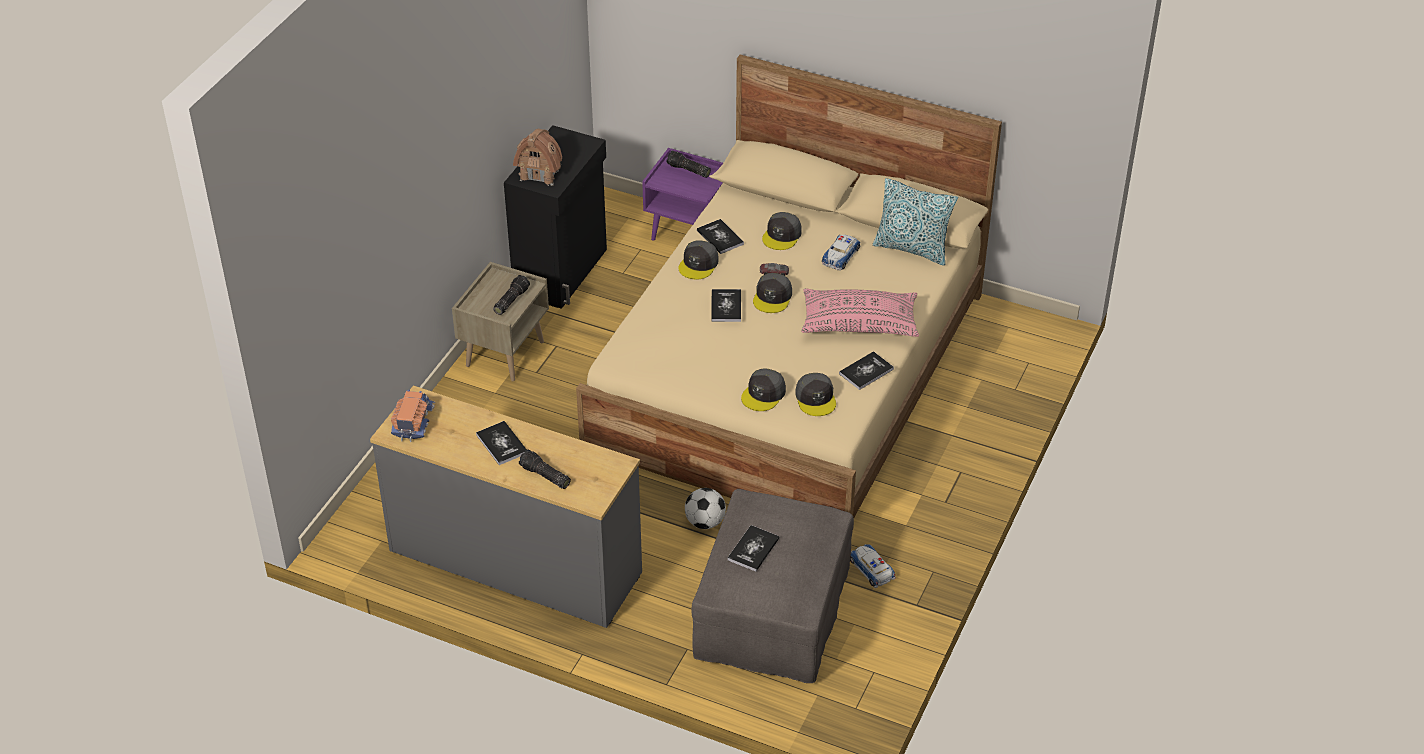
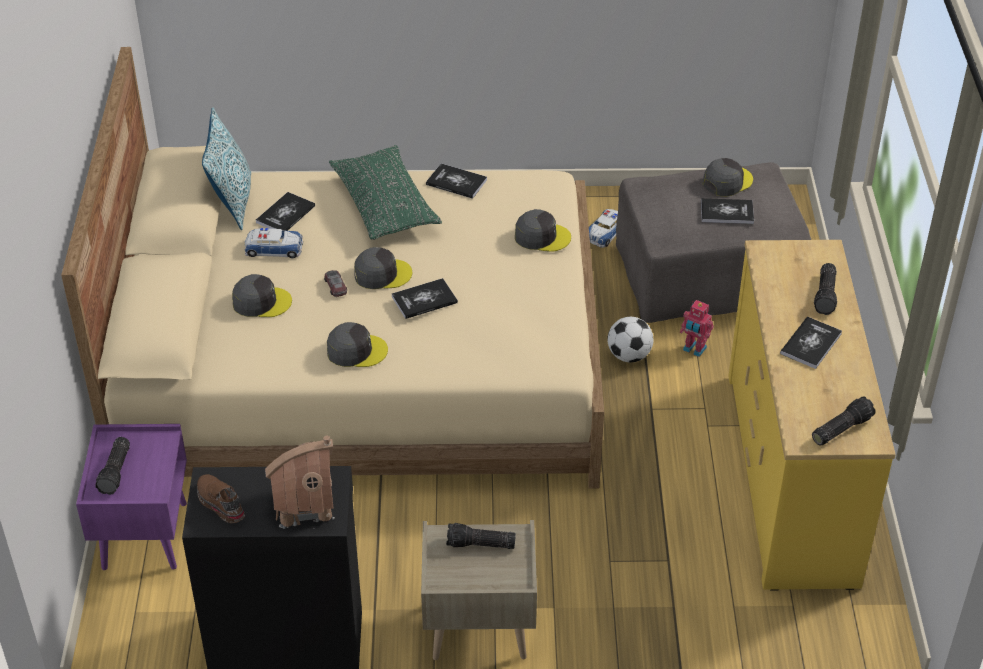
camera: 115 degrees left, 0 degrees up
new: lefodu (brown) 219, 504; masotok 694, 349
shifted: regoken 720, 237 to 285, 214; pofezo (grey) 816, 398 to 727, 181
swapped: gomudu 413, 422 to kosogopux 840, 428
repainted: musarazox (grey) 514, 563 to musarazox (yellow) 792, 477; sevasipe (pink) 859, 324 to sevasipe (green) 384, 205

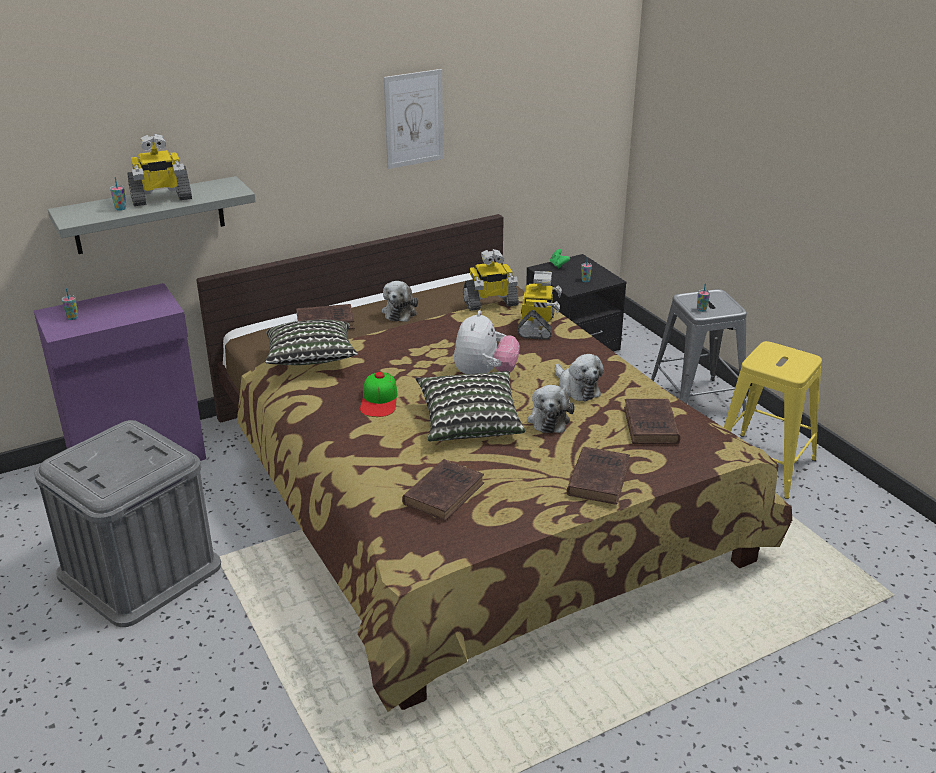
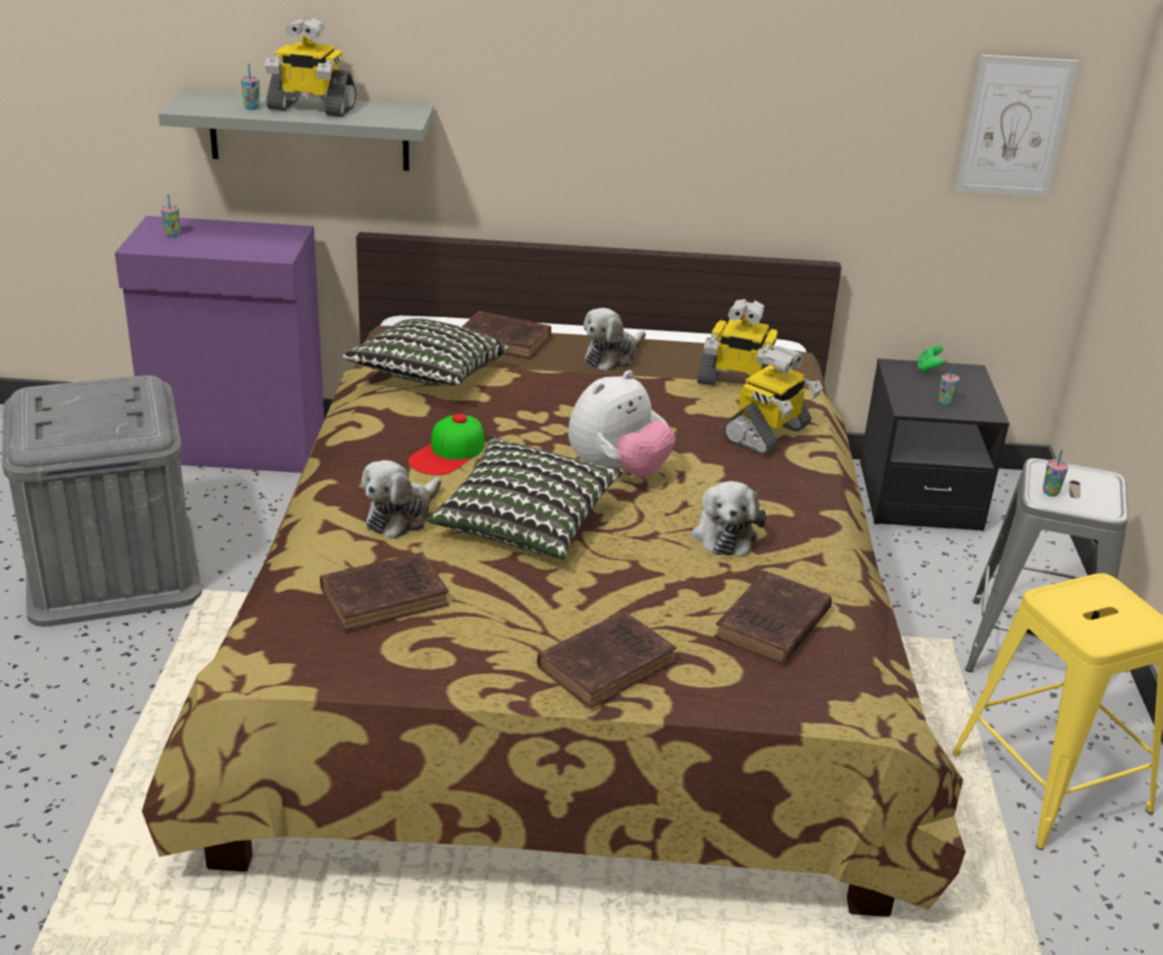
camera: 30 degrees right, 0 degrees up
shifted: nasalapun 414, 119 to 1014, 127; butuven 548, 419 to 401, 516

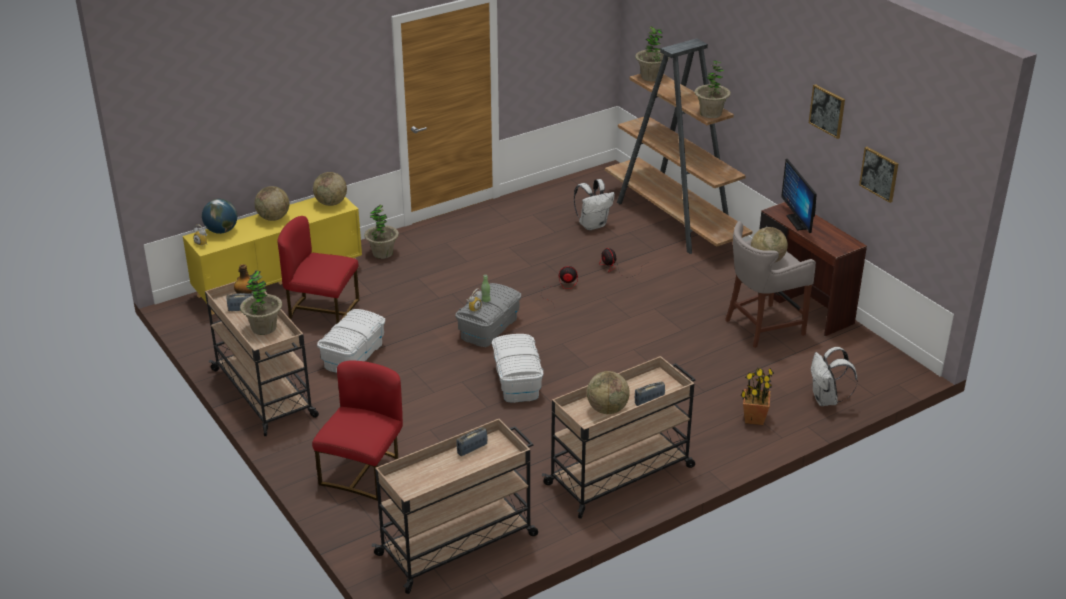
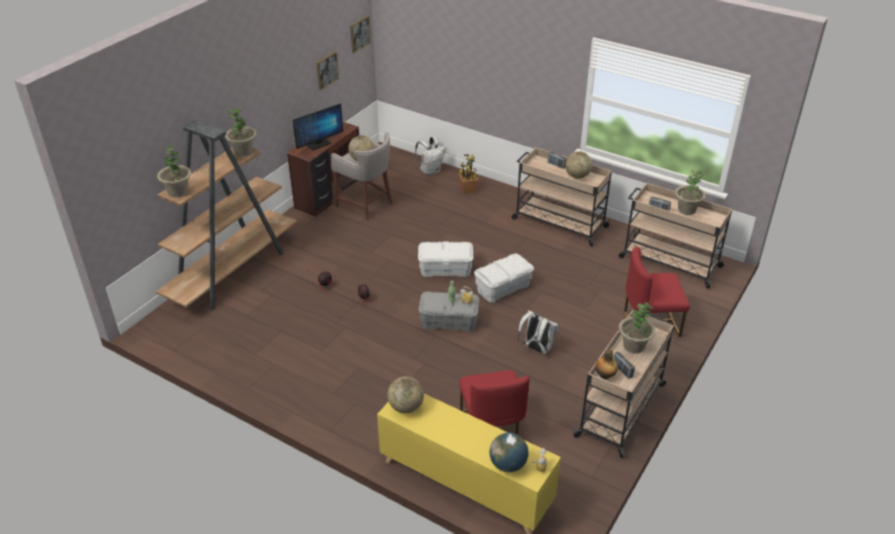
camera: 115 degrees left, 5 degrees up
gone: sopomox 273, 218
shifted: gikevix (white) 354, 355 to 445, 268; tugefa 382, 253 to 686, 210; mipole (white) 593, 225 to 536, 348; nasalapun 827, 111 to 359, 34

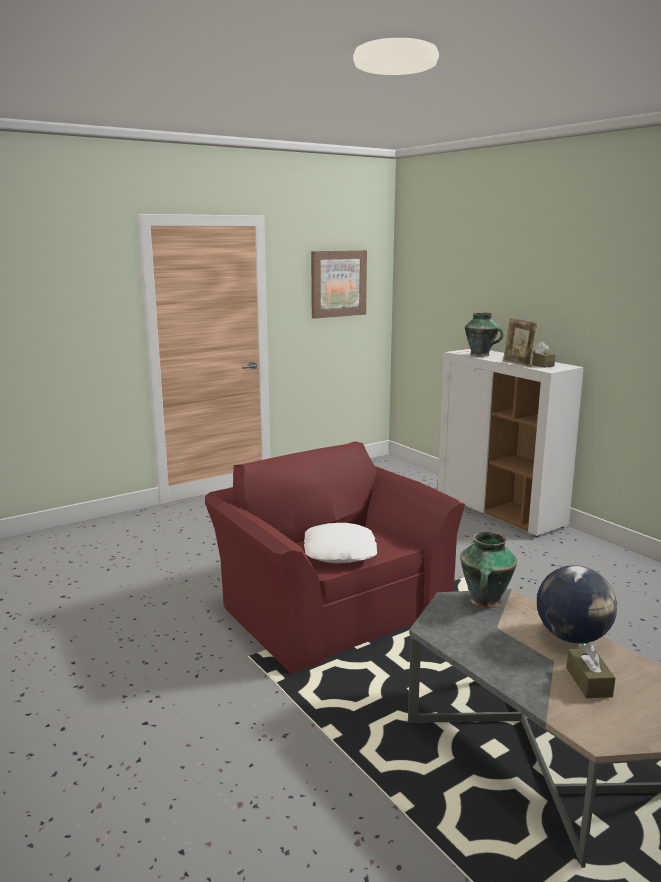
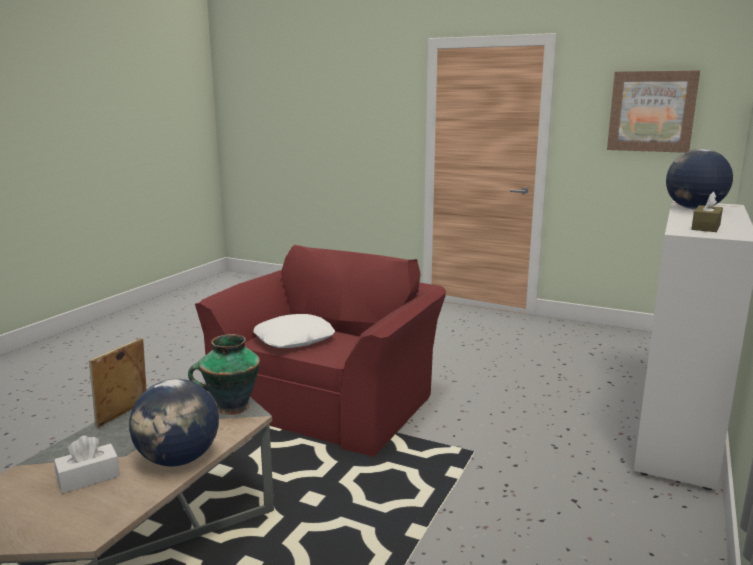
camera: 60 degrees right, 0 degrees up
shifted: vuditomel 518, 364 to 123, 415
swapped: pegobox 481, 355 to sopomox 694, 209
repainted: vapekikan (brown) 588, 682 to vapekikan (white) 88, 478

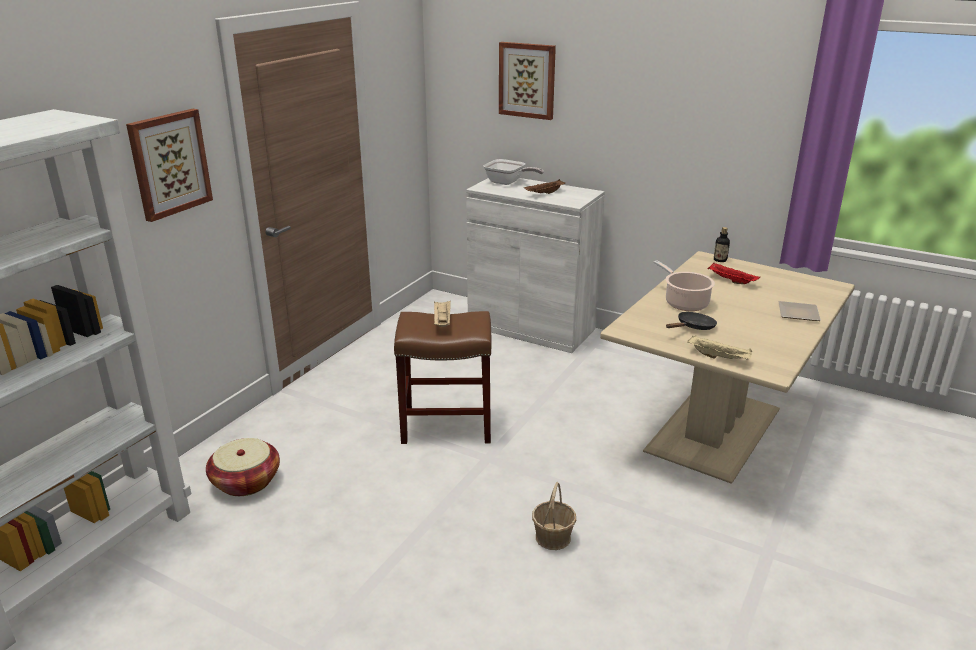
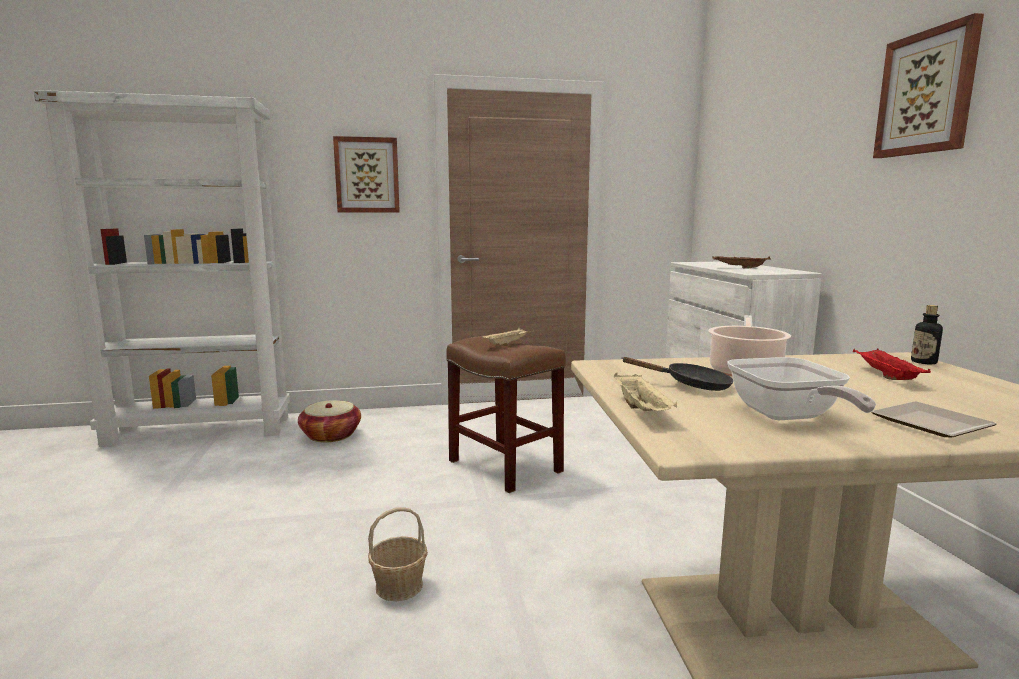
camera: 50 degrees right, 15 degrees down
shifted: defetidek 508, 183 to 787, 417; nasalapun 527, 80 to 927, 93

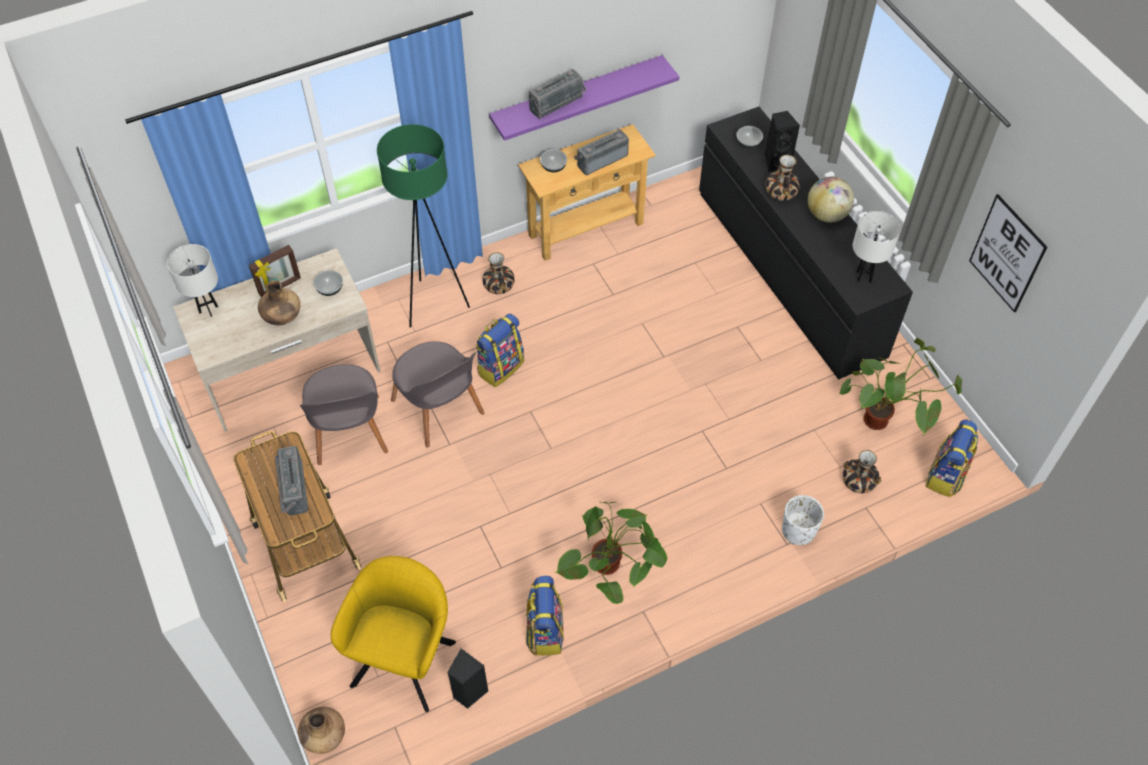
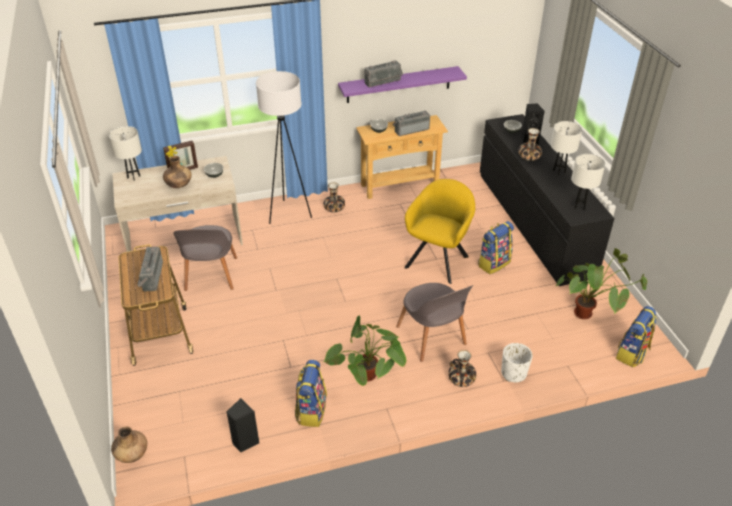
camera: 10 degrees right, 15 degrees down
gone: nasalapun 1007, 254
shifted: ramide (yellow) 406, 658 to 438, 259; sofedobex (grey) 439, 410 to 432, 338; mipole 500, 367 to 493, 263; pegobox 859, 481 to 462, 379
swapped: sopomox 827, 214 to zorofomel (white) 559, 171
repainted: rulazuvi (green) 434, 305 to rulazuvi (white) 288, 214

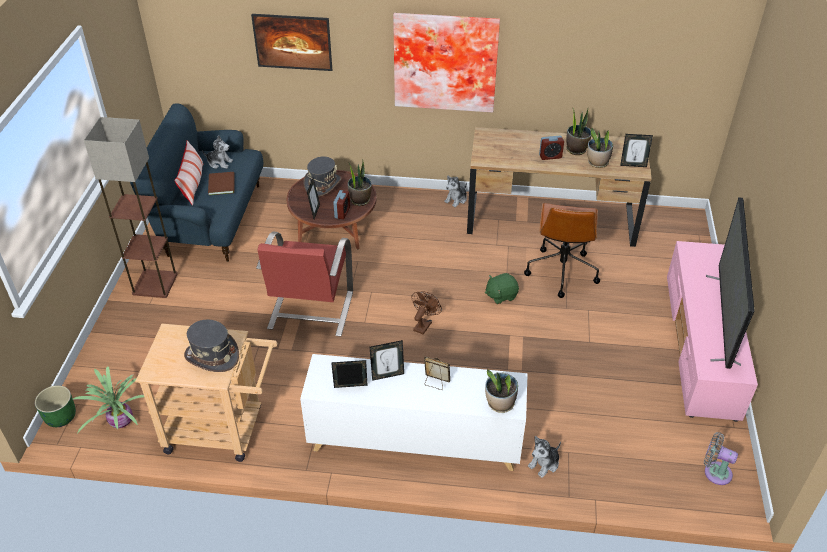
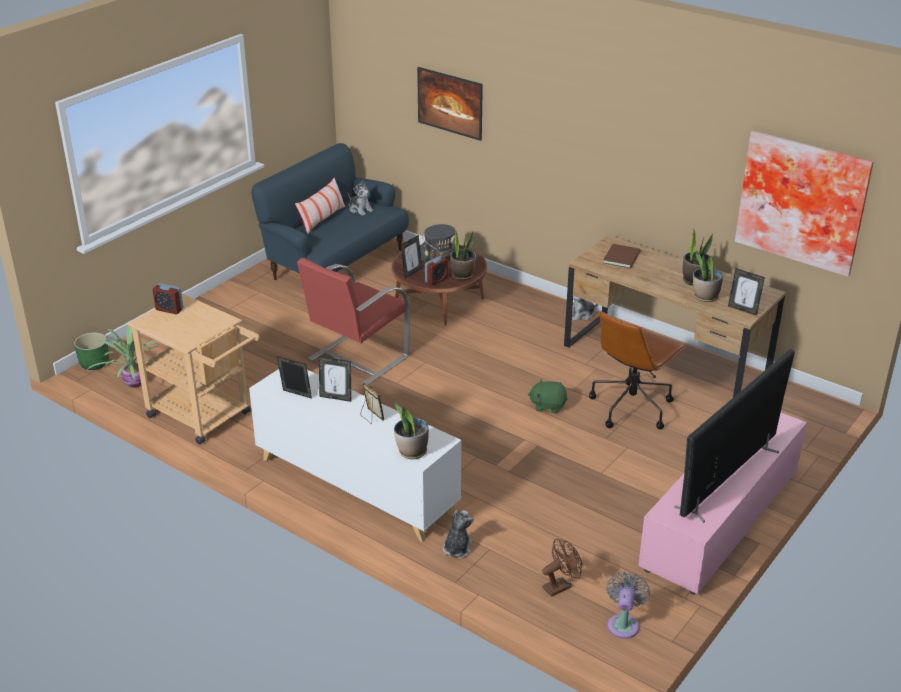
camera: 30 degrees right, 10 degrees down
gone: rulazuvi 154, 283; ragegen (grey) 212, 356
shifted: regoken (brown) 222, 183 to 623, 257; nasalapun 445, 61 to 803, 201; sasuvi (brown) 424, 324 to 560, 586; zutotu 550, 156 to 169, 309
rotated: butuven 544, 464 = 457, 548 120 degrees clockwise; sasuvi (grey) 715, 472 = 624, 623 45 degrees clockwise

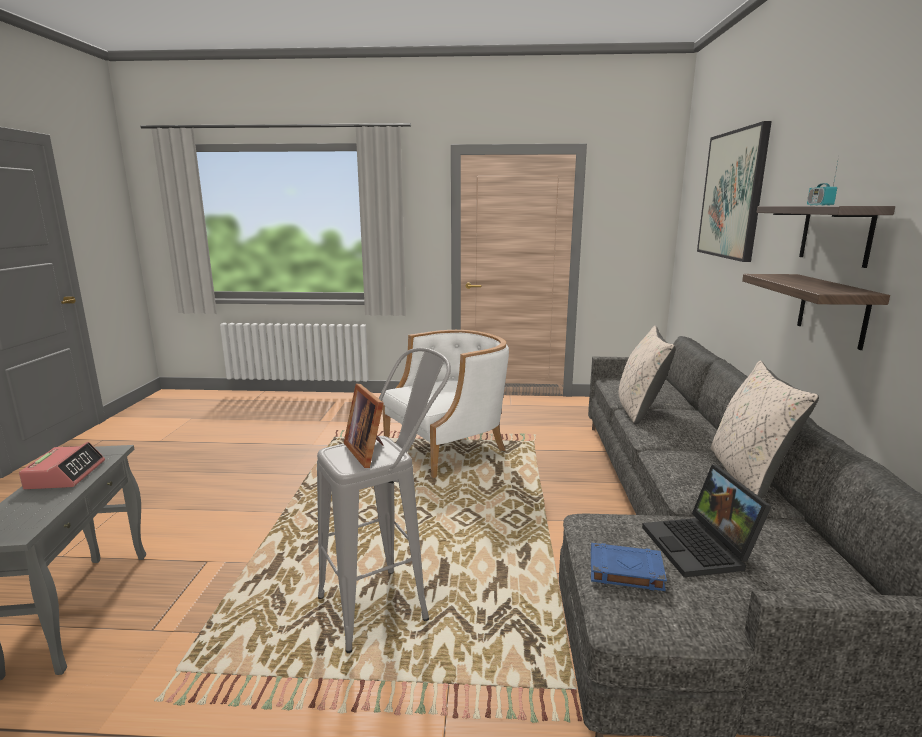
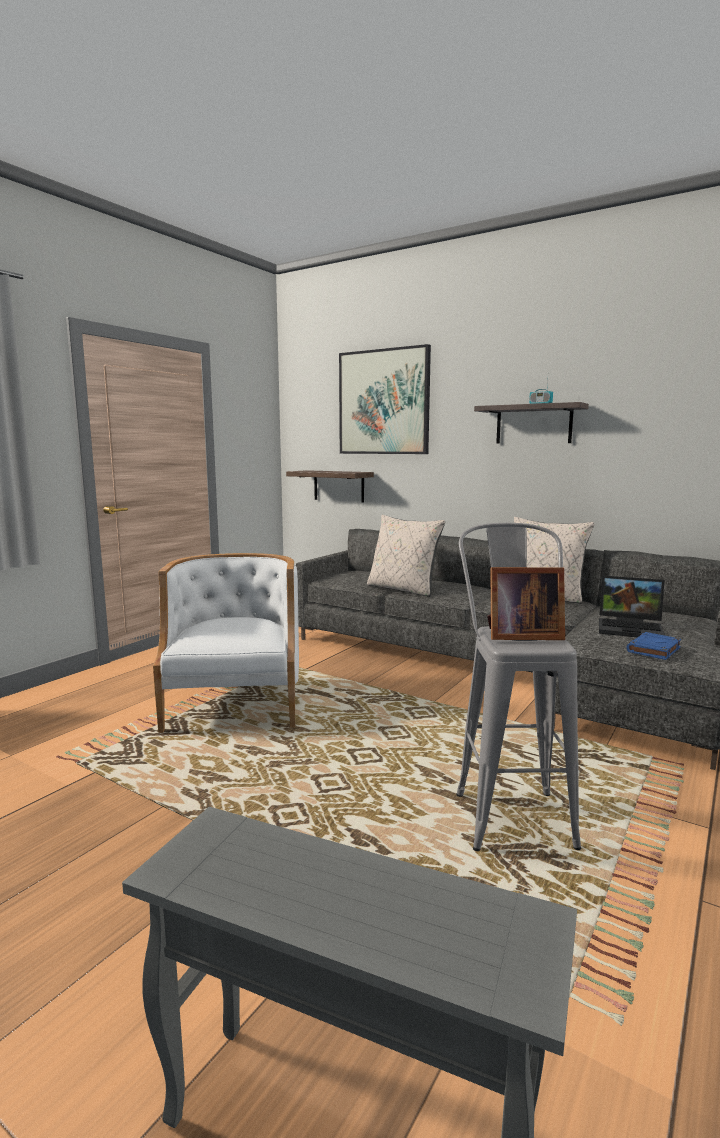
camera: 60 degrees left, 5 degrees down
gone: zutotu 65, 475
shifted: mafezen 832, 310 to 338, 486

